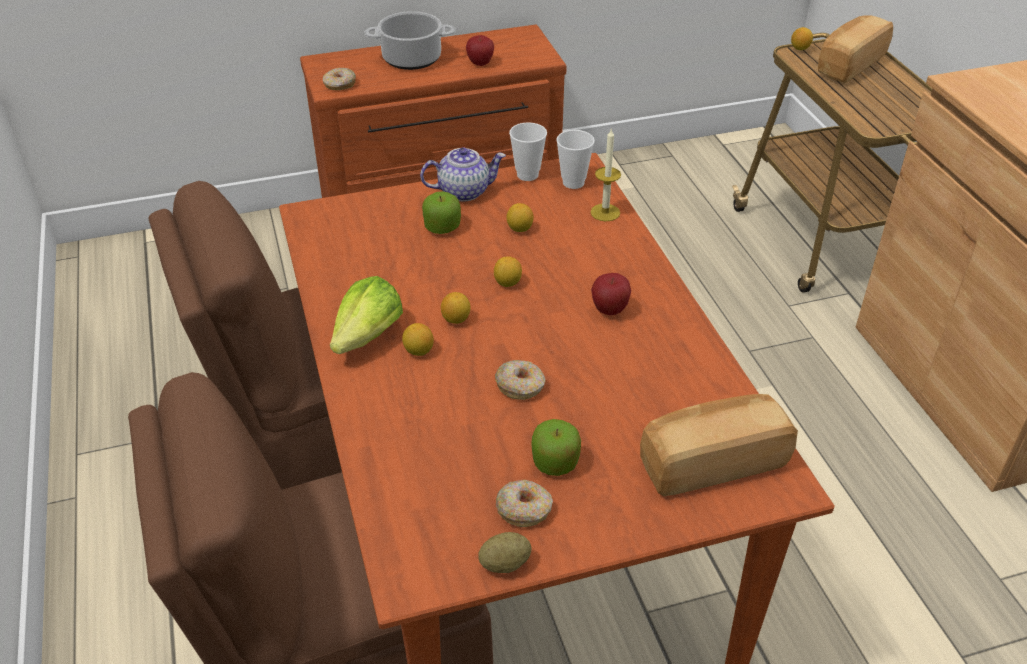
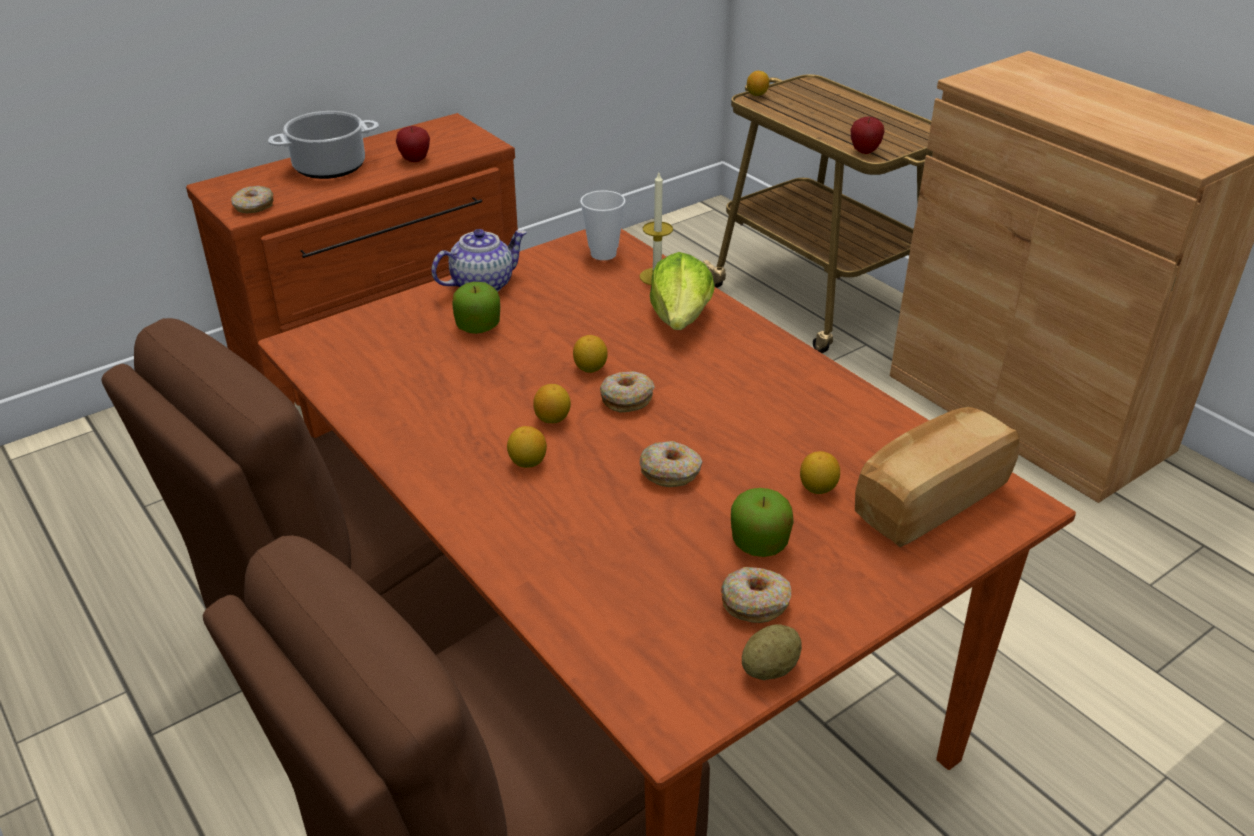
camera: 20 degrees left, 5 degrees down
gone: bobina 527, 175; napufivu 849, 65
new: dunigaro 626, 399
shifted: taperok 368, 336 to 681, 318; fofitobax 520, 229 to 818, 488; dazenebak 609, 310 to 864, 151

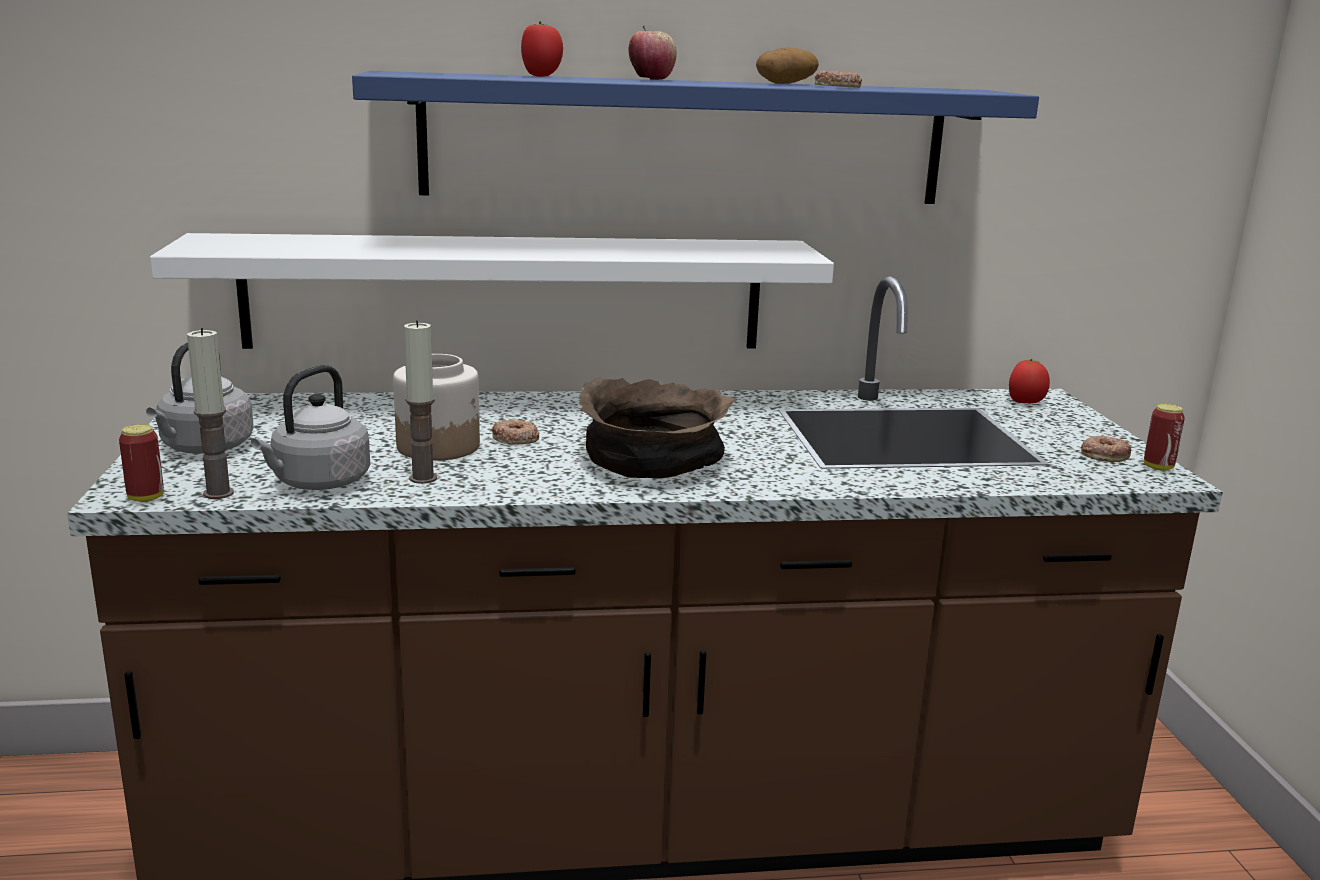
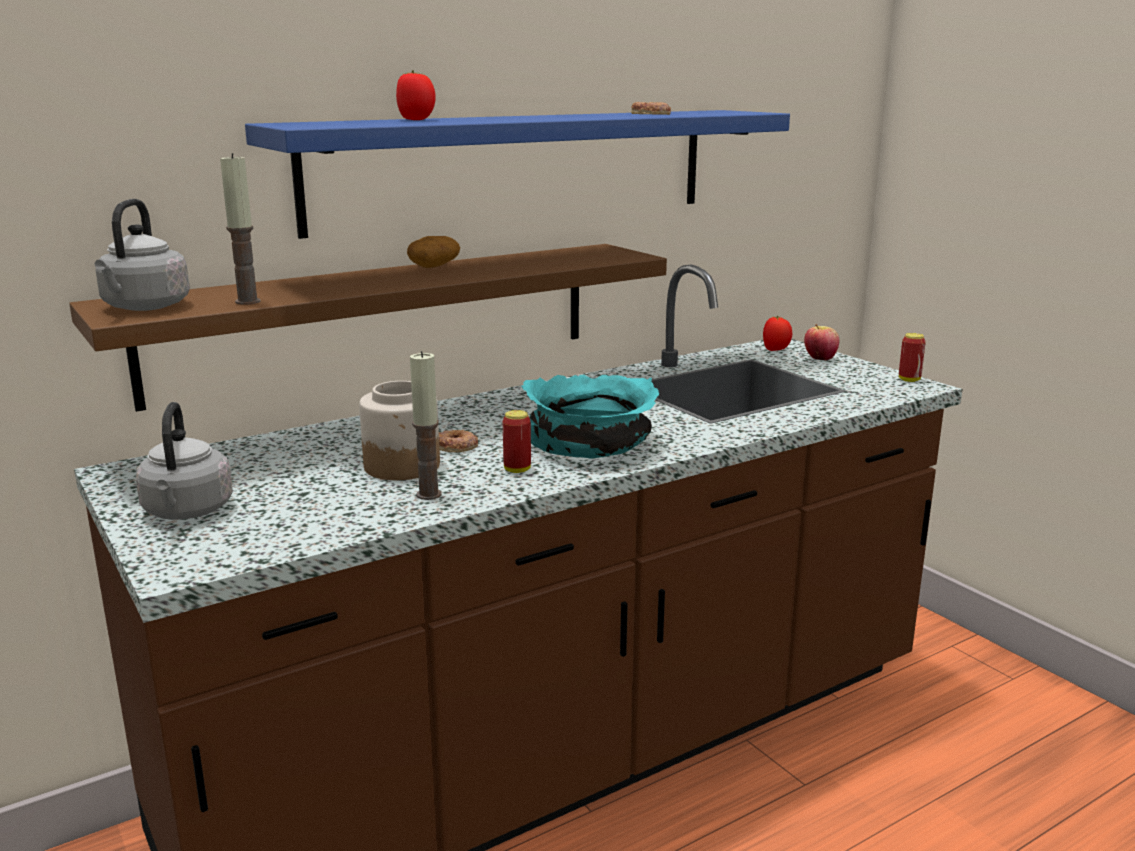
camera: 25 degrees left, 0 degrees up
gone: dunigaro 1104, 454
shifted: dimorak 146, 498 to 517, 470; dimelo 218, 493 to 247, 301; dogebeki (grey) 318, 483 to 144, 307; dazenebak 651, 79 to 820, 359; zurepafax 786, 83 to 434, 266
repainted: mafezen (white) 506, 293 to mafezen (brown) 379, 320; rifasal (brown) 655, 463 to rifasal (turquoise) 592, 444

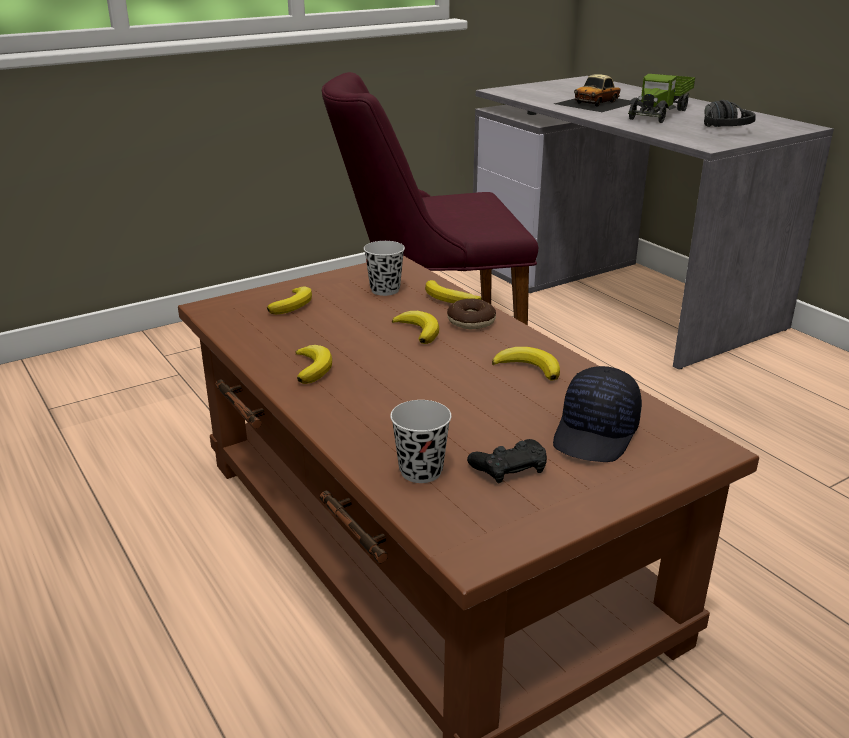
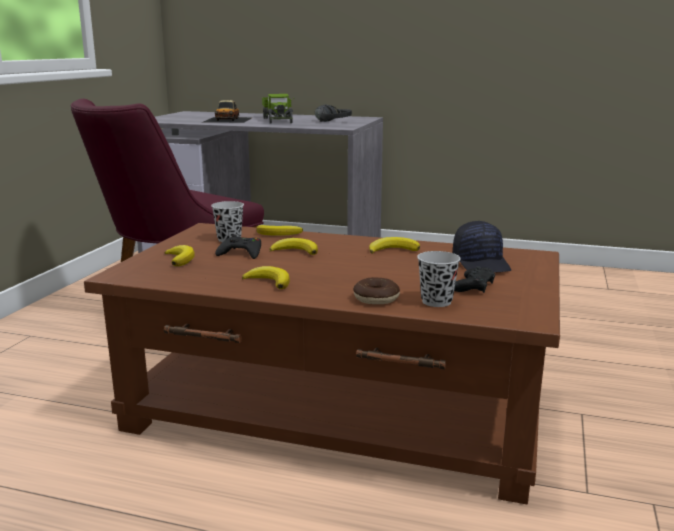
camera: 40 degrees left, 10 degrees down
new: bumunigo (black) 241, 253
shifted: dunigaro 471, 322 to 376, 298

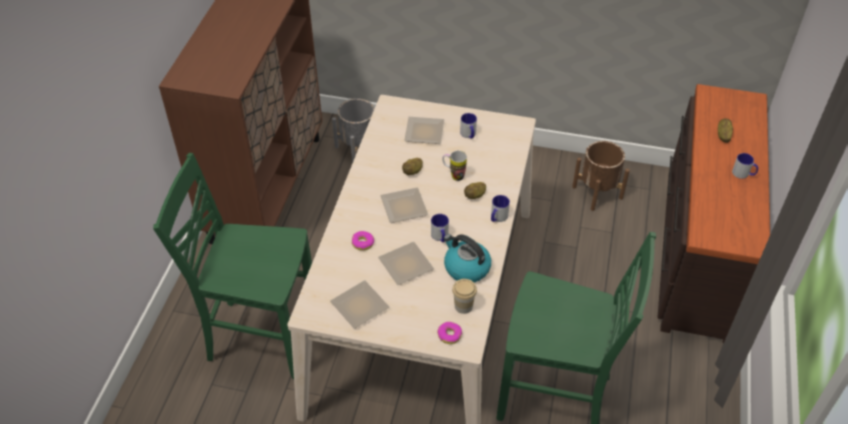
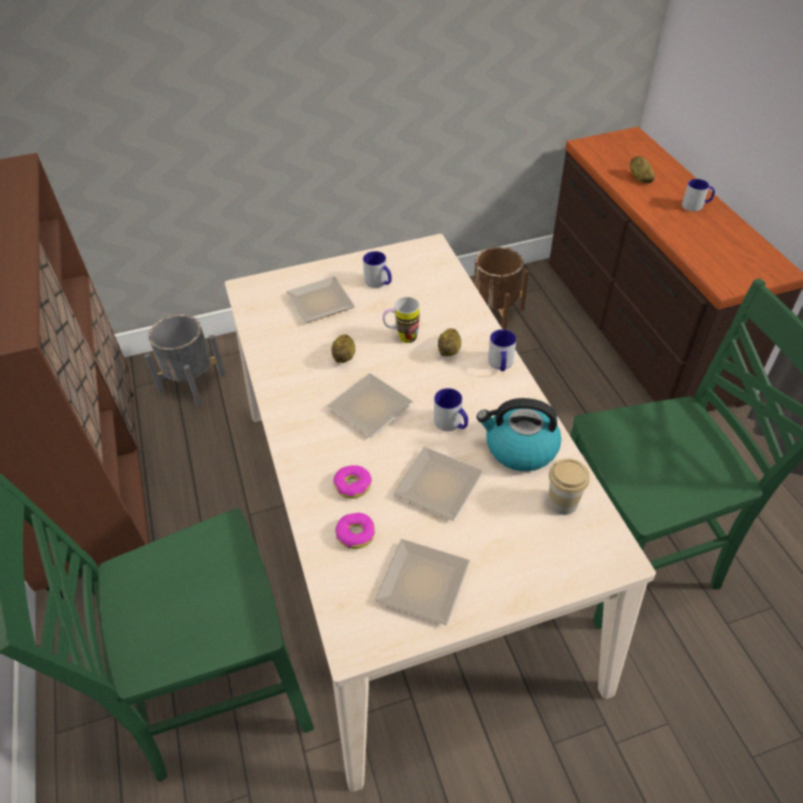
camera: 30 degrees left, 0 degrees up
shifted: dunigaro 449, 335 to 355, 534

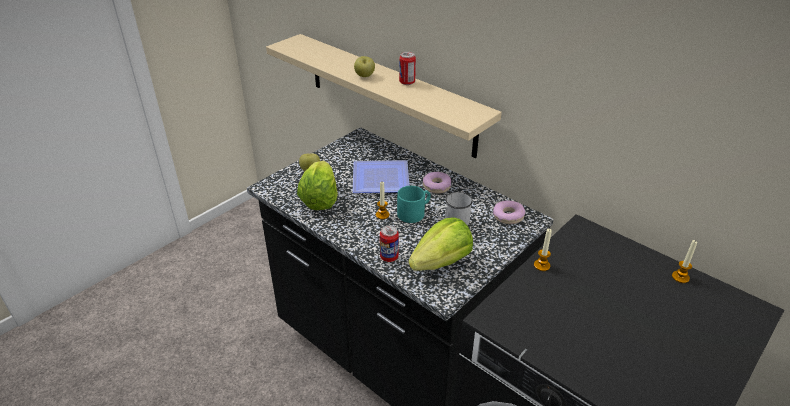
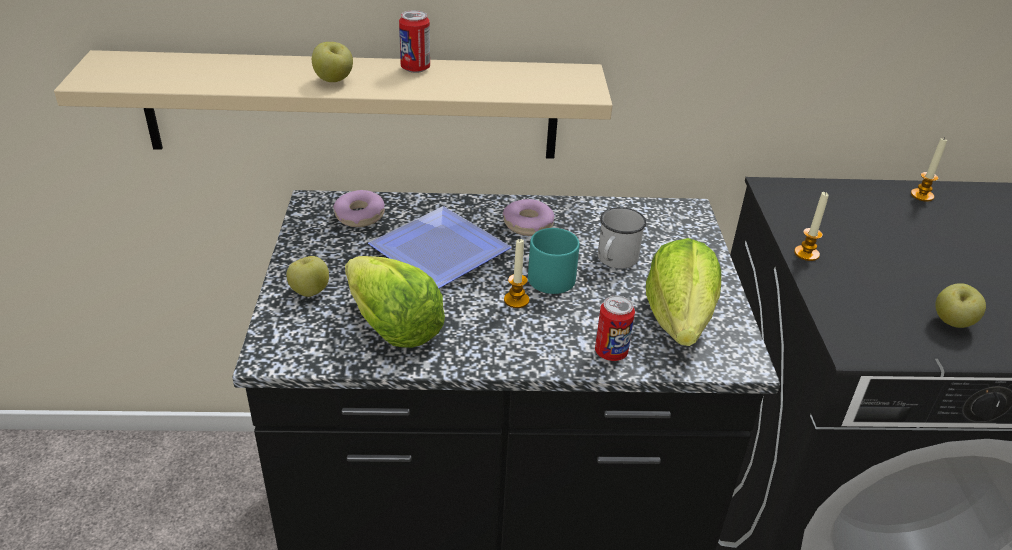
camera: 45 degrees left, 0 degrees up
new: dazenebak 952, 323
shifted: dunigaro 508, 216 to 359, 216

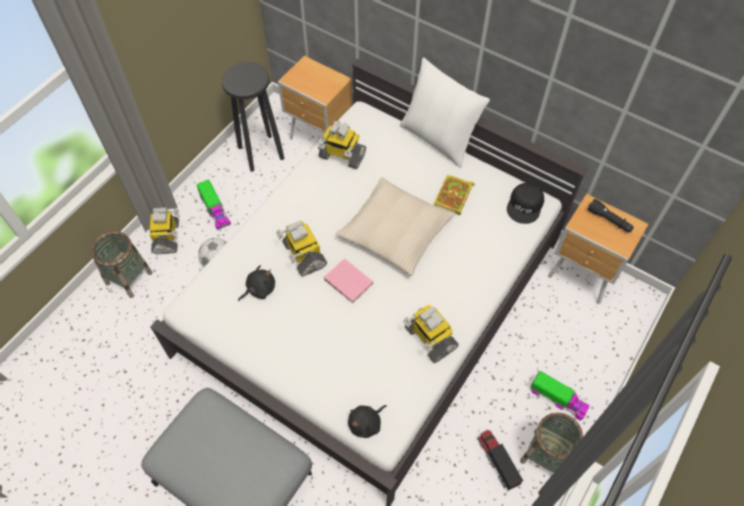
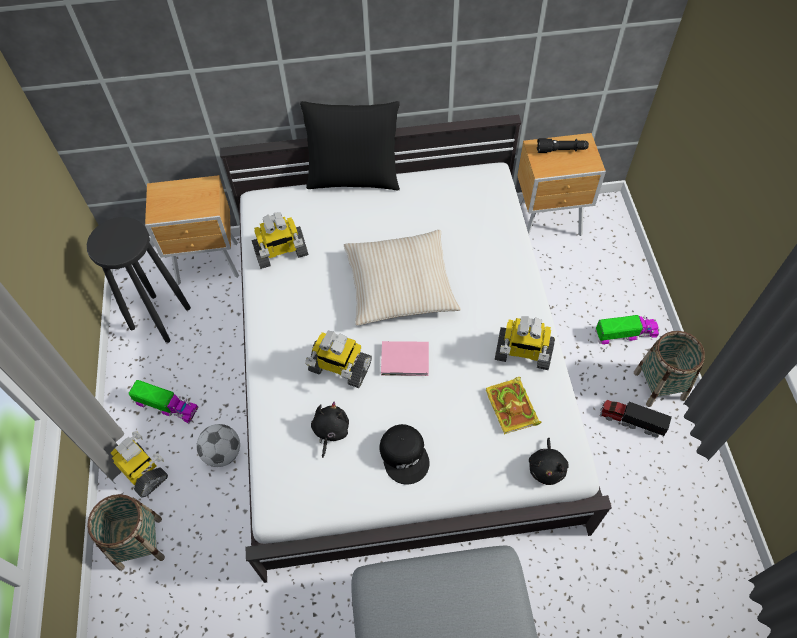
camera: 40 degrees left, 0 degrees up
shifted: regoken 453, 197 to 513, 408; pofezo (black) 525, 206 to 405, 455
repainted: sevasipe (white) 439, 138 to sevasipe (black) 354, 177

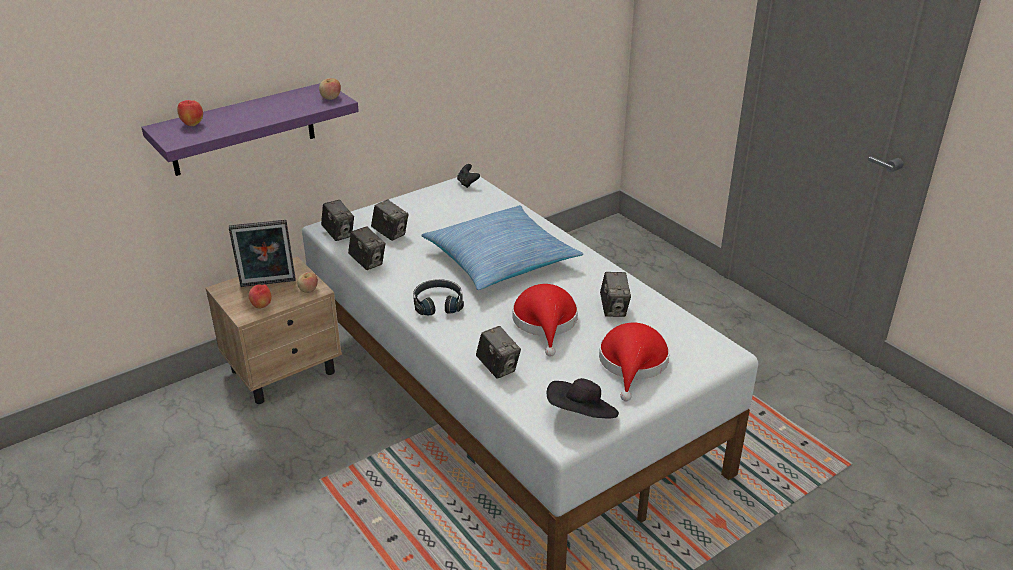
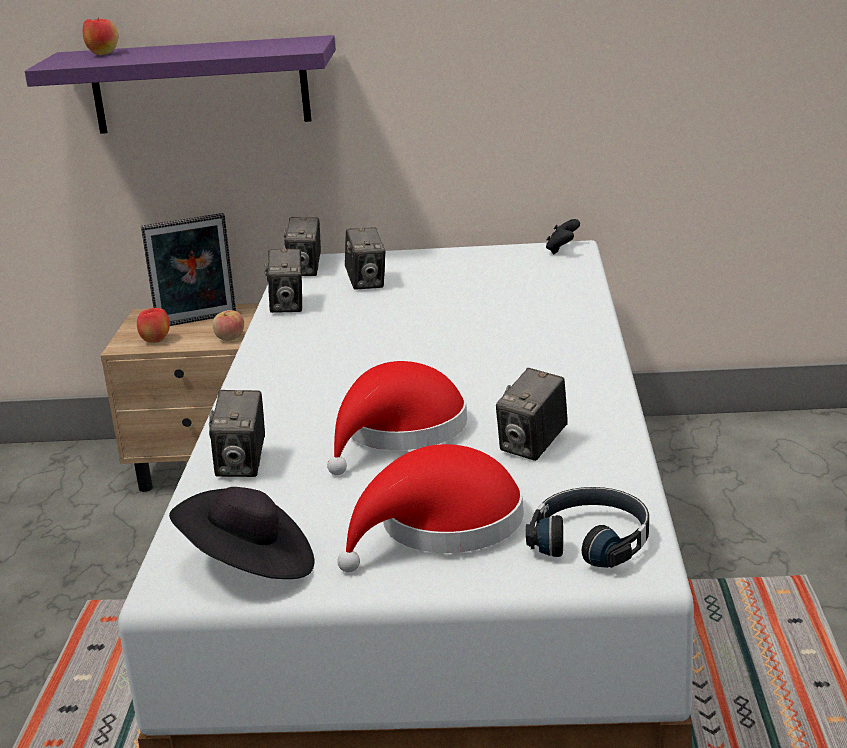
camera: 40 degrees right, 10 degrees down
gone: dazenebak 330, 98; sevasipe 500, 259
shifted: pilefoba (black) 438, 303 to 592, 540
rotated: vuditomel 268, 284 = 197, 322 45 degrees counterclockwise

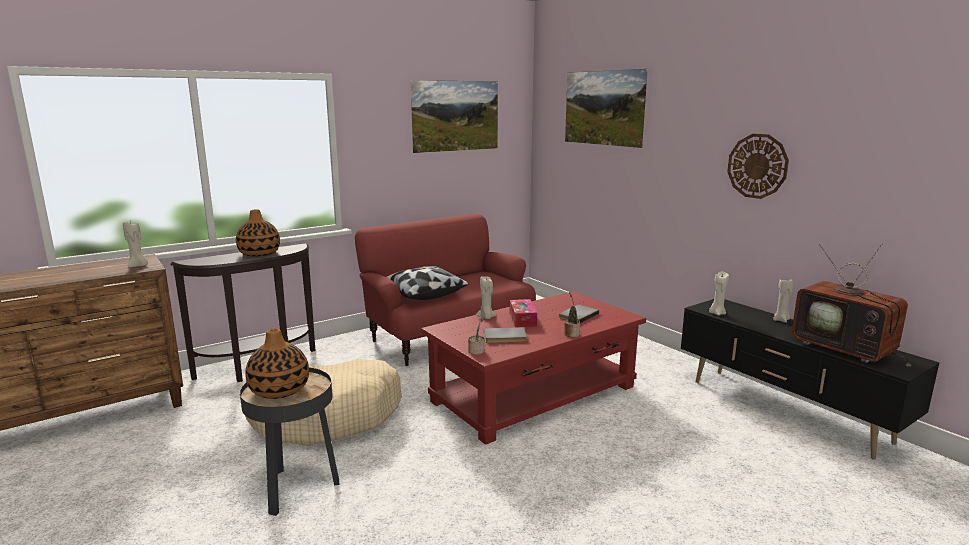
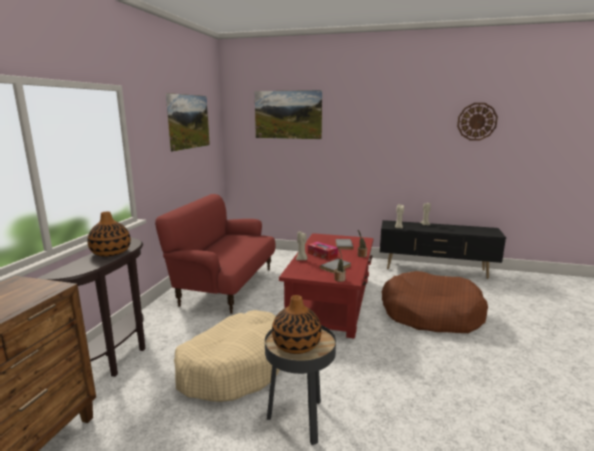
camera: 40 degrees left, 0 degrees up
gone: dimelo (beige) 138, 266; sevasipe 423, 294; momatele 846, 349
new: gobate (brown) 430, 314
shifted: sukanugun 757, 166 to 477, 121

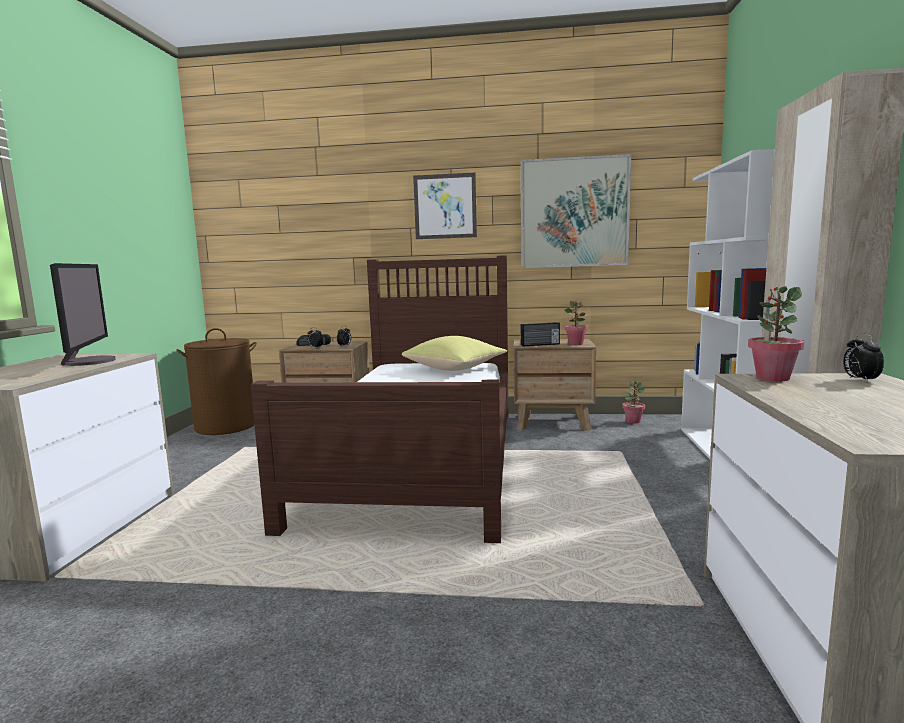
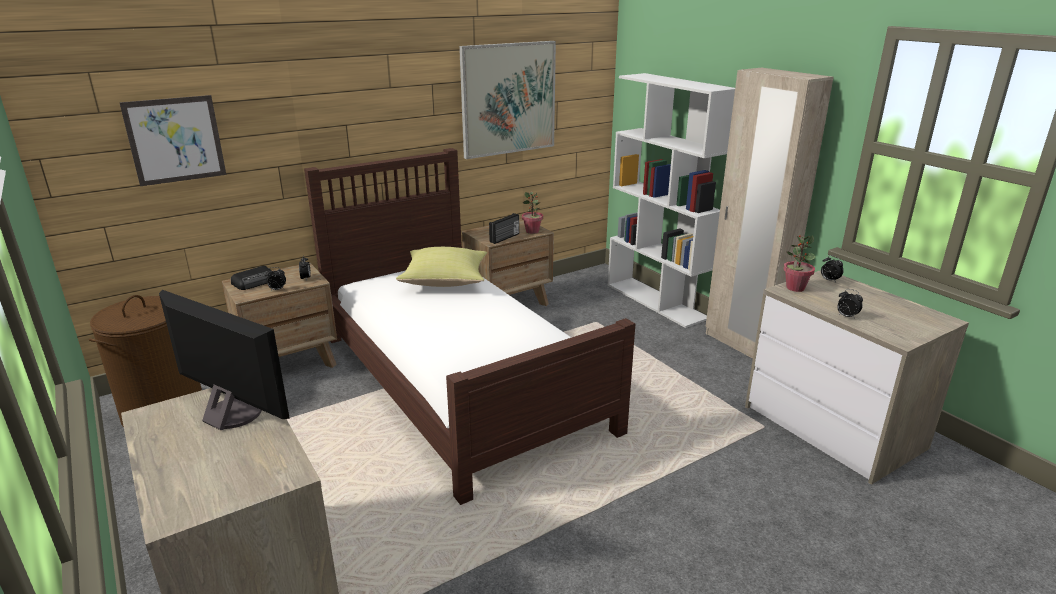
camera: 40 degrees left, 15 degrees up
gone: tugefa 633, 421
new: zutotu 846, 316
shifted: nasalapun 445, 206 to 175, 140

